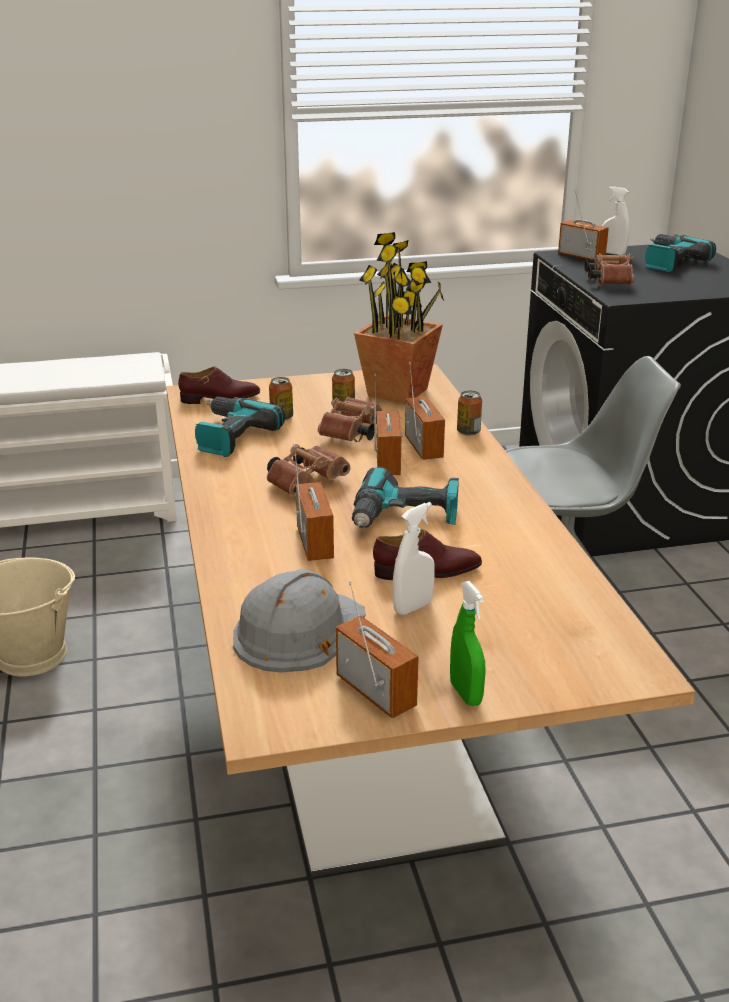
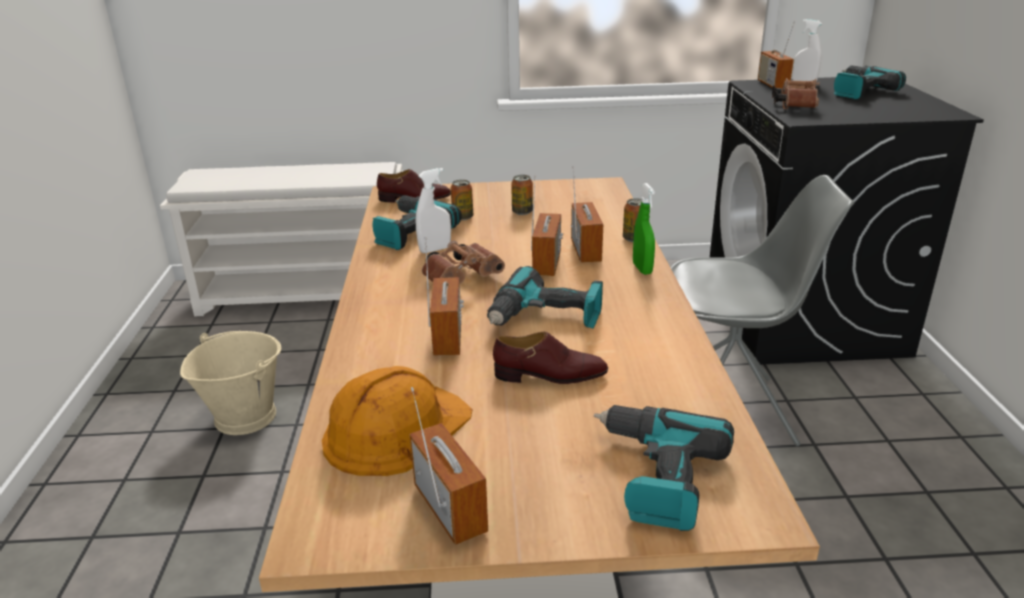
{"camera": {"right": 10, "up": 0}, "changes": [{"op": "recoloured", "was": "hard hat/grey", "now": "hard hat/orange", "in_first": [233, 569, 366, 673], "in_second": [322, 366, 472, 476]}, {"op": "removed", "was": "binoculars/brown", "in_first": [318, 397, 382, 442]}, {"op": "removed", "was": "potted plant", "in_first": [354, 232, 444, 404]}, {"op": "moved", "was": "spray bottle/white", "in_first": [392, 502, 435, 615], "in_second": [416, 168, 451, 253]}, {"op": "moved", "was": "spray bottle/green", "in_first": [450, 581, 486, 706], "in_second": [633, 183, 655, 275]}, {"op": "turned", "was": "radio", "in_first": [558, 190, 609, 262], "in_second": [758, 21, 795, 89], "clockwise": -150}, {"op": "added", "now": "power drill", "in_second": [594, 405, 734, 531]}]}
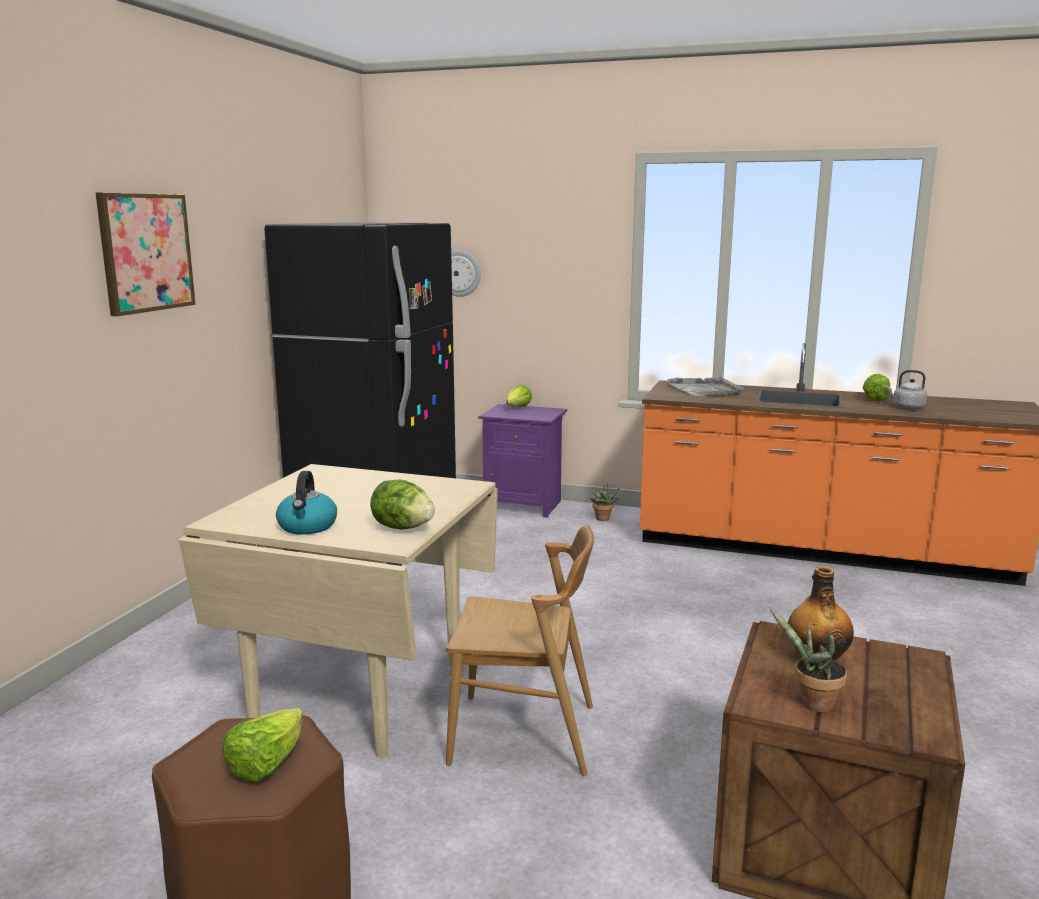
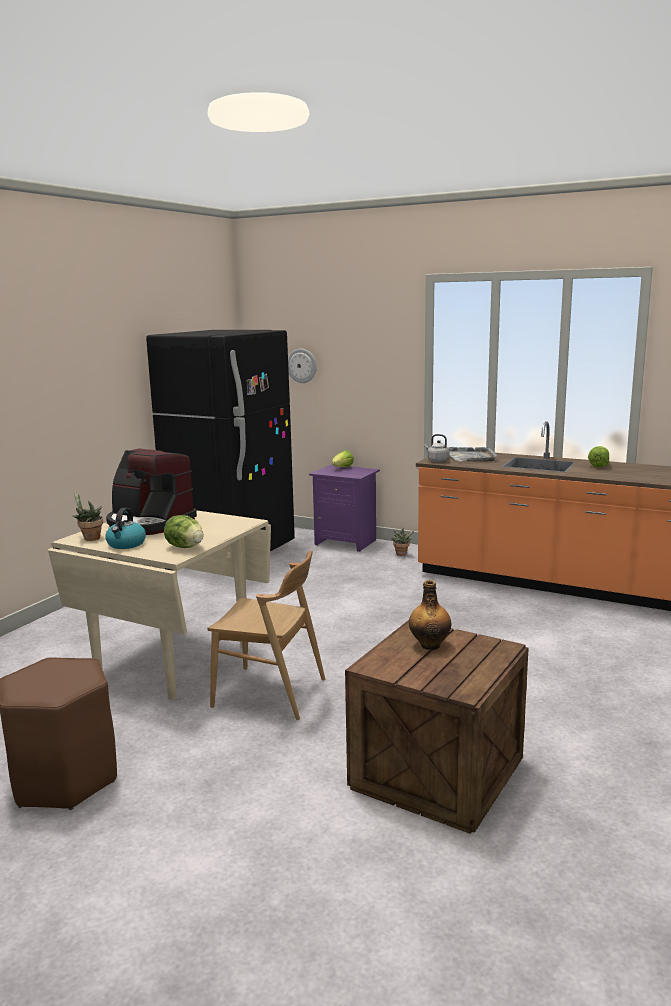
{"camera": {"right": 10, "up": 0}, "changes": [{"op": "removed", "was": "picture", "in_first": [95, 192, 196, 316]}, {"op": "removed", "was": "lettuce", "in_first": [222, 708, 303, 782]}, {"op": "moved", "was": "potted plant", "in_first": [769, 608, 847, 712], "in_second": [72, 490, 103, 541]}, {"op": "moved", "was": "kettle/grey", "in_first": [886, 370, 927, 409], "in_second": [424, 434, 450, 462]}, {"op": "added", "now": "coffee machine", "in_second": [106, 448, 197, 535]}]}
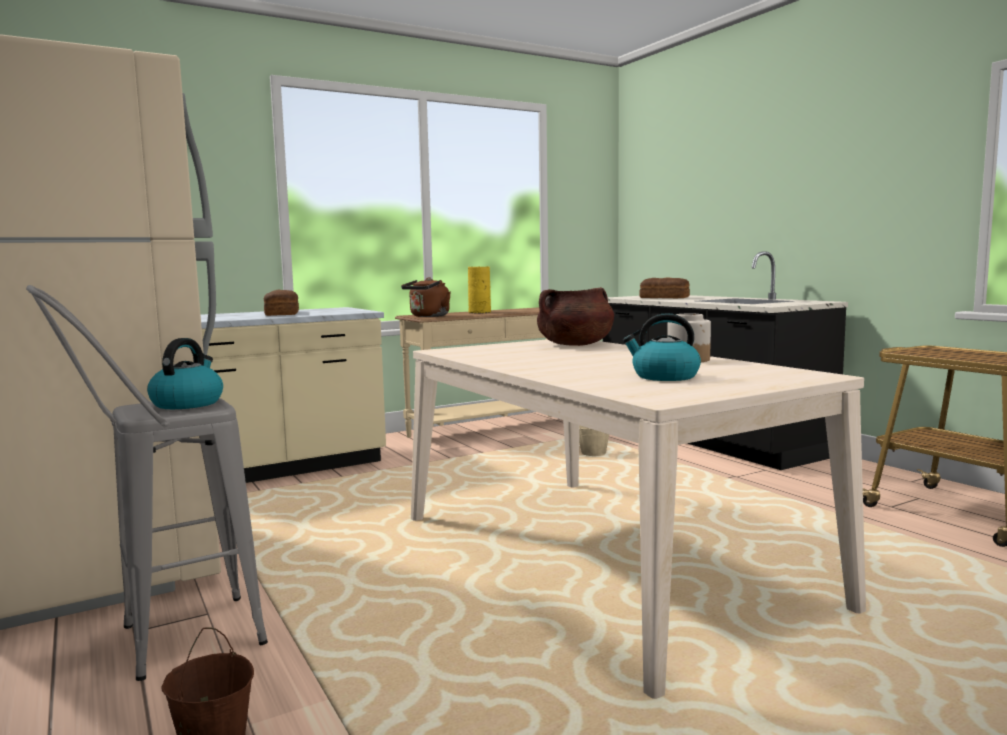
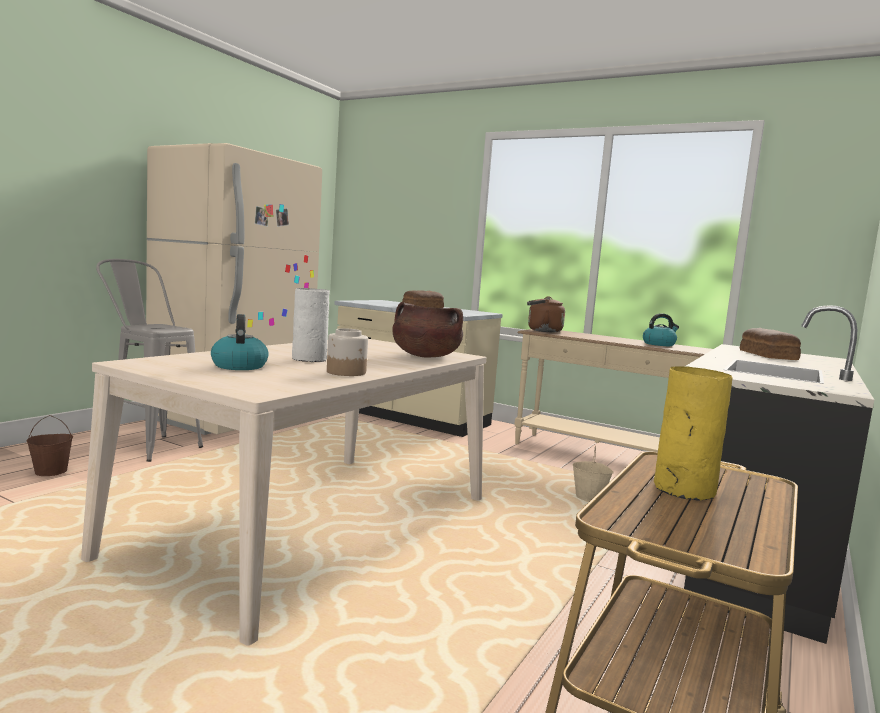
{"camera": {"right": 60, "up": 0}, "changes": [{"op": "moved", "was": "kettle", "in_first": [147, 338, 223, 409], "in_second": [643, 313, 679, 346]}, {"op": "moved", "was": "vase/yellow", "in_first": [468, 266, 491, 314], "in_second": [654, 366, 733, 501]}, {"op": "added", "now": "vase/white", "in_second": [292, 288, 330, 362]}]}
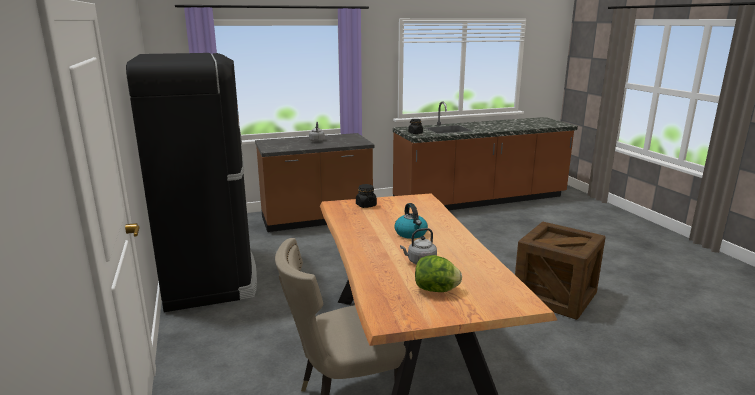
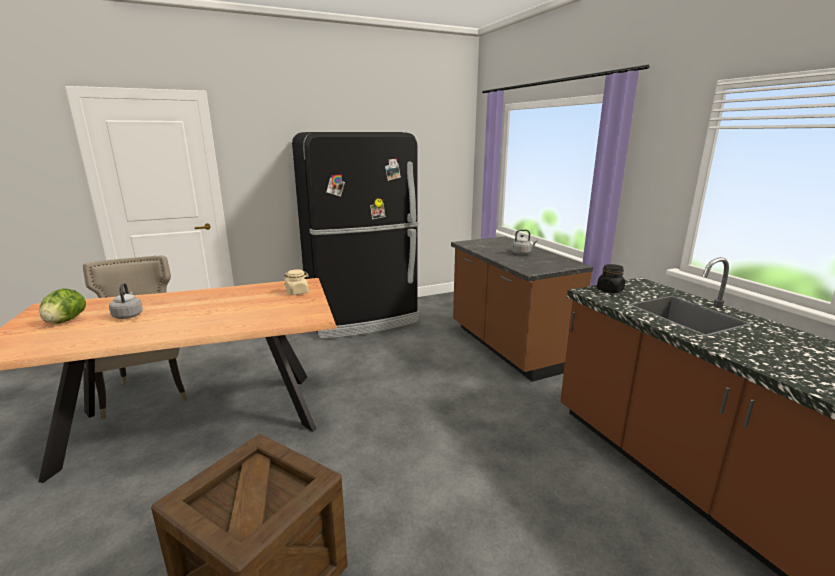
{"camera": {"right": 85, "up": 0}, "changes": [{"op": "recoloured", "was": "jar/black", "now": "jar/beige", "in_first": [356, 184, 377, 208], "in_second": [284, 269, 309, 295]}, {"op": "removed", "was": "kettle", "in_first": [394, 203, 428, 239]}]}
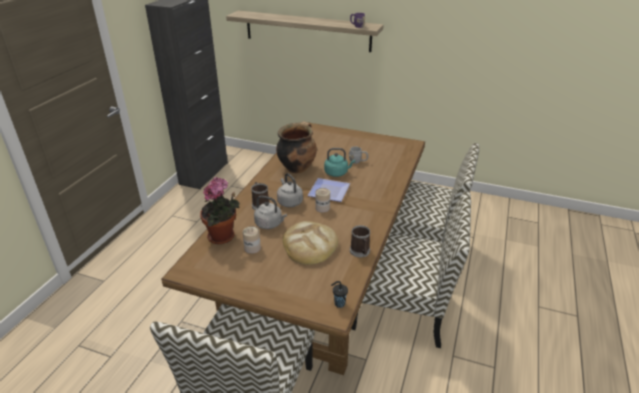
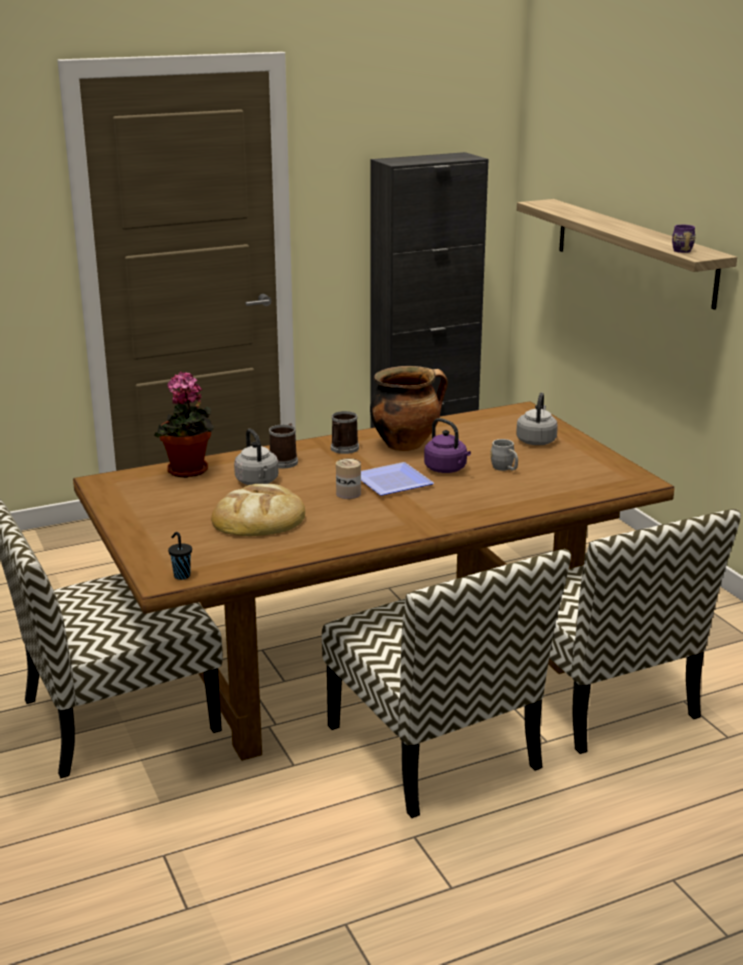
{"camera": {"right": 45, "up": -10}, "changes": [{"op": "removed", "was": "can", "in_first": [243, 226, 261, 254]}, {"op": "moved", "was": "kettle/grey", "in_first": [277, 173, 303, 207], "in_second": [516, 392, 558, 445]}, {"op": "recoloured", "was": "kettle/turquoise", "now": "kettle/purple", "in_first": [324, 148, 355, 177], "in_second": [424, 418, 471, 473]}, {"op": "moved", "was": "mug", "in_first": [350, 225, 370, 257], "in_second": [331, 411, 359, 454]}]}
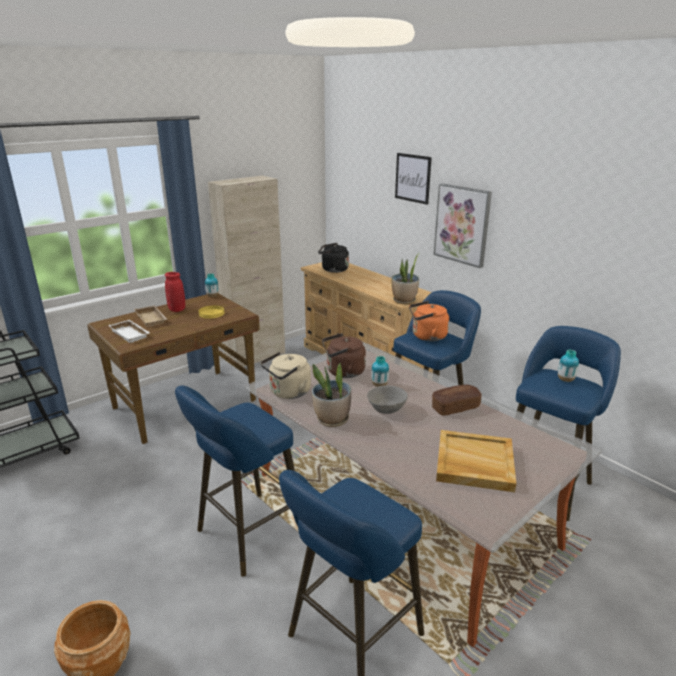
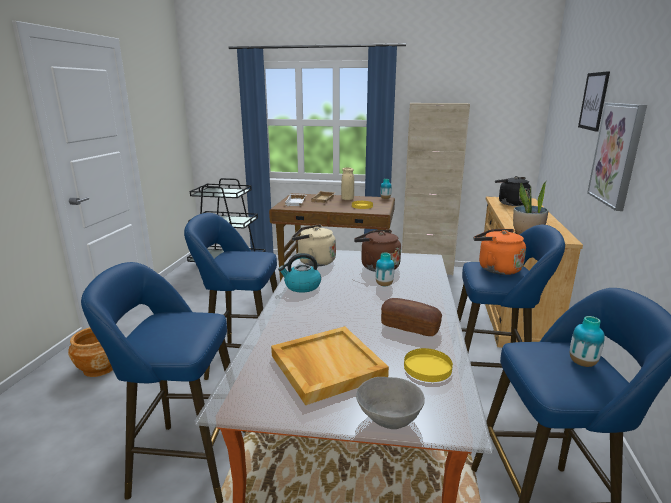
{"camera": {"right": 50, "up": -5}, "changes": [{"op": "recoloured", "was": "vase/red", "now": "vase/beige", "in_first": [165, 272, 185, 312], "in_second": [341, 167, 354, 200]}, {"op": "replaced", "was": "potted plant", "now": "kettle", "in_first": [312, 363, 351, 427], "in_second": [278, 253, 321, 293]}, {"op": "moved", "was": "bowl/grey", "in_first": [367, 385, 408, 414], "in_second": [356, 377, 425, 429]}, {"op": "added", "now": "plate/yellow", "in_second": [404, 348, 453, 382]}]}
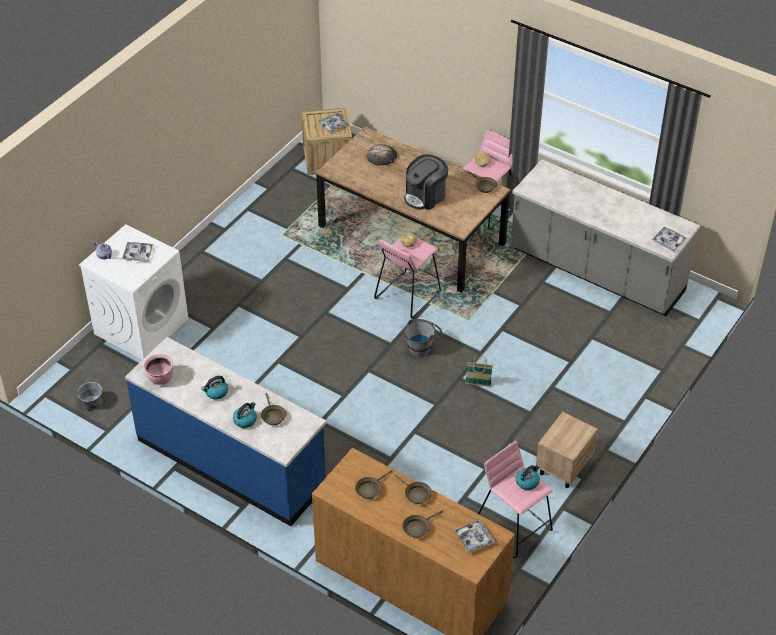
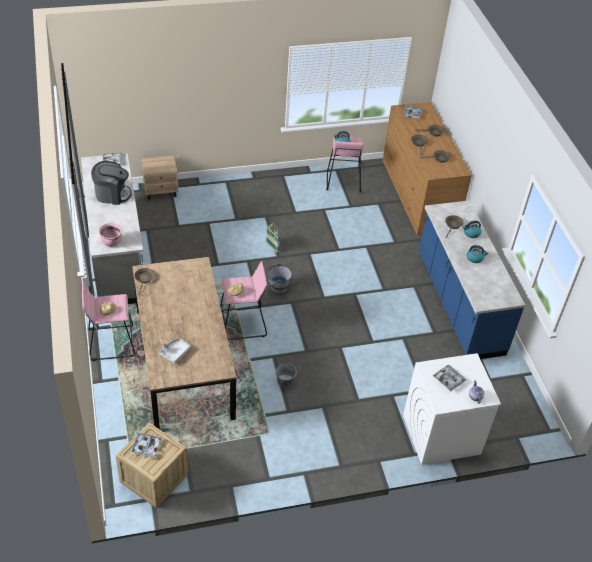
{"camera": {"right": -140, "up": 0}, "changes": [{"op": "moved", "was": "bucket/grey", "in_first": [78, 382, 102, 410], "in_second": [276, 364, 297, 387]}, {"op": "moved", "was": "cooking pot/pink", "in_first": [143, 354, 173, 385], "in_second": [99, 223, 122, 247]}, {"op": "replaced", "was": "bread", "now": "tray/grey", "in_first": [367, 144, 397, 165], "in_second": [159, 338, 191, 363]}, {"op": "moved", "was": "coffee machine", "in_first": [404, 154, 448, 210], "in_second": [91, 161, 132, 205]}, {"op": "moved", "was": "nightstand/beige", "in_first": [536, 412, 598, 488], "in_second": [141, 155, 179, 200]}]}
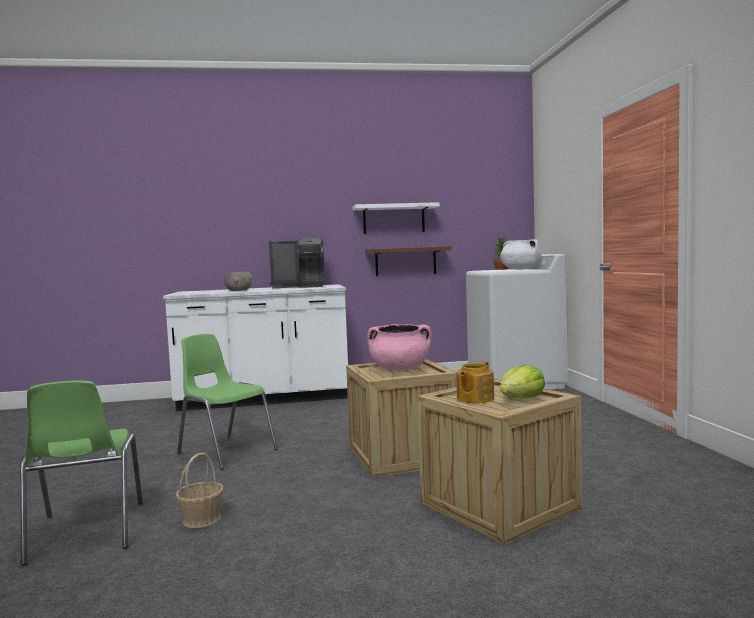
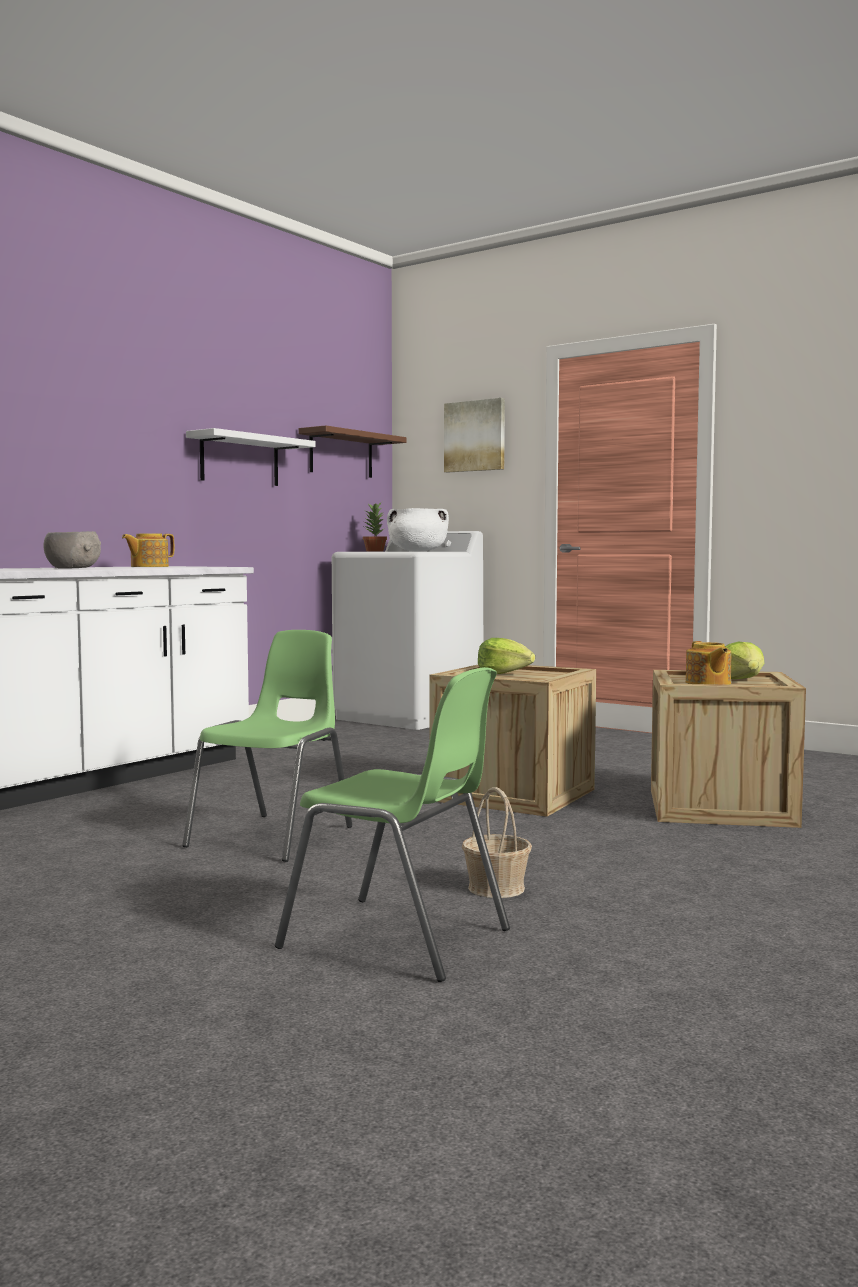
{"camera": {"right": -45, "up": 0}, "changes": [{"op": "turned", "was": "chair/green", "in_first": [177, 334, 278, 470], "in_second": [182, 630, 353, 862], "clockwise": 120}, {"op": "replaced", "was": "coffee machine", "now": "teapot", "in_first": [269, 238, 326, 288], "in_second": [122, 533, 174, 567]}, {"op": "moved", "was": "shelf/brown", "in_first": [365, 246, 451, 276], "in_second": [299, 425, 406, 478]}, {"op": "replaced", "was": "cooking pot/pink", "now": "lettuce", "in_first": [367, 324, 432, 370], "in_second": [478, 638, 535, 674]}, {"op": "added", "now": "picture", "in_second": [444, 398, 505, 473]}]}
